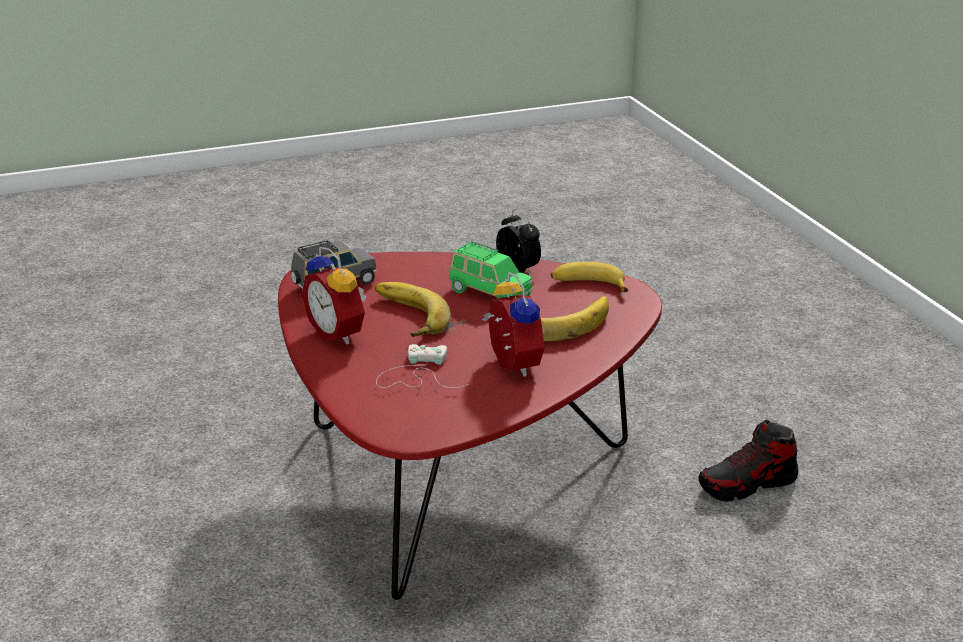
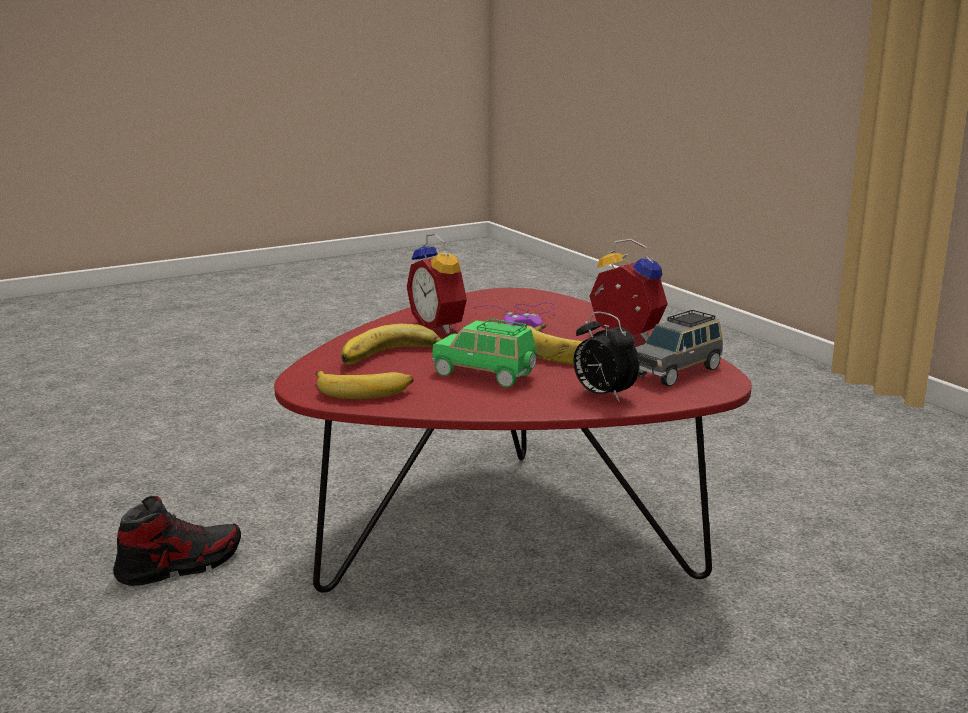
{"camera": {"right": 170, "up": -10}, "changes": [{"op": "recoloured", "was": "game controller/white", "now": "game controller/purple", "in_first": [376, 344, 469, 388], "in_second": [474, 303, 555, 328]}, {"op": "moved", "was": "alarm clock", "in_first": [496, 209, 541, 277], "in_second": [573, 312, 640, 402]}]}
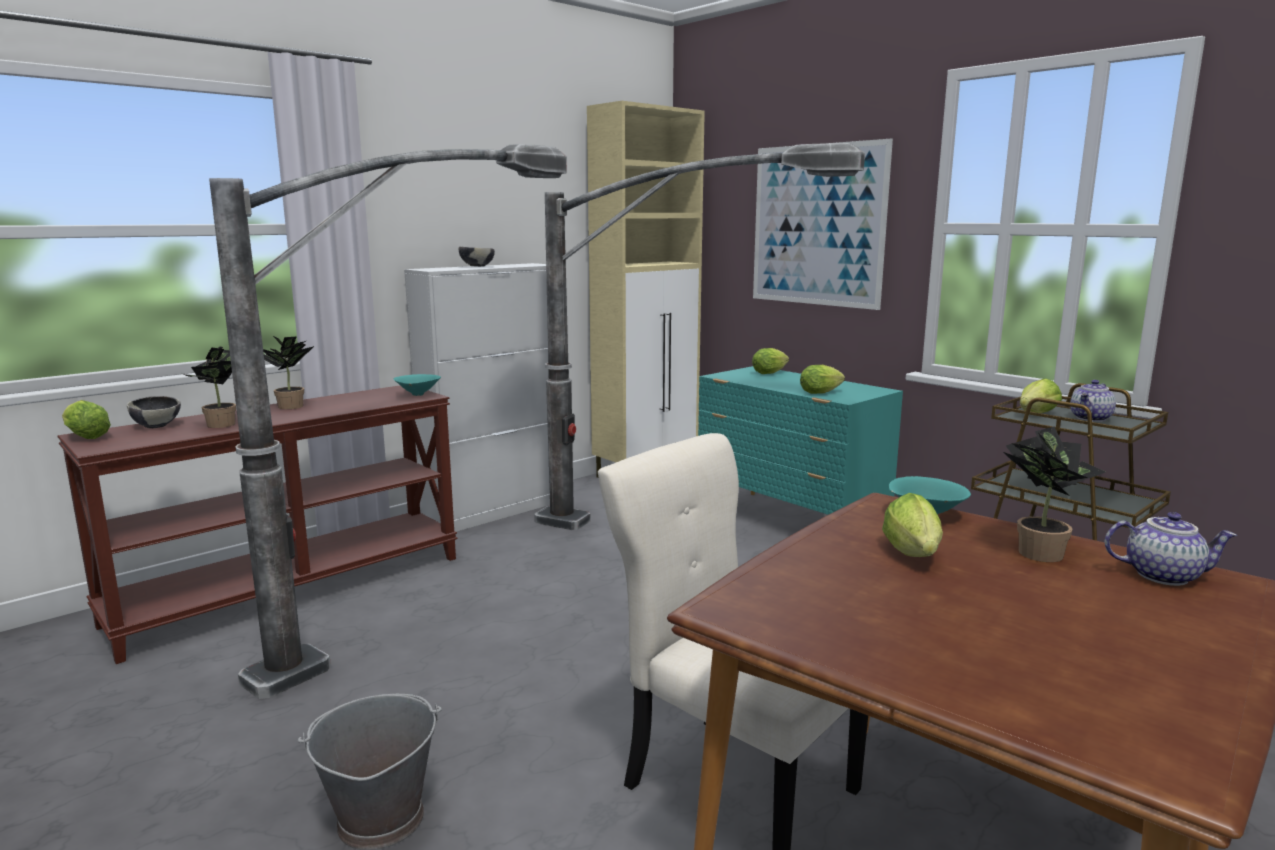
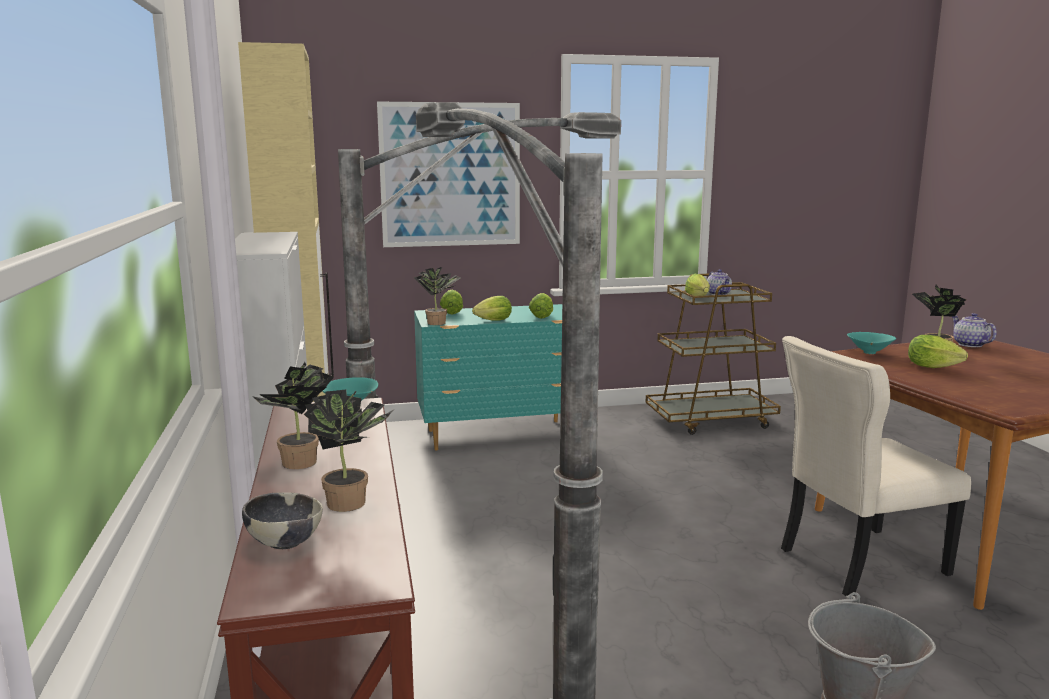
{"camera": {"right": -60, "up": 0}, "changes": [{"op": "moved", "was": "lettuce", "in_first": [62, 400, 111, 439], "in_second": [472, 296, 512, 321]}, {"op": "removed", "was": "bowl", "in_first": [459, 247, 495, 267]}, {"op": "turned", "was": "teapot", "in_first": [1105, 512, 1238, 586], "in_second": [952, 313, 997, 347], "clockwise": -60}, {"op": "added", "now": "potted plant", "in_second": [414, 267, 460, 325]}]}
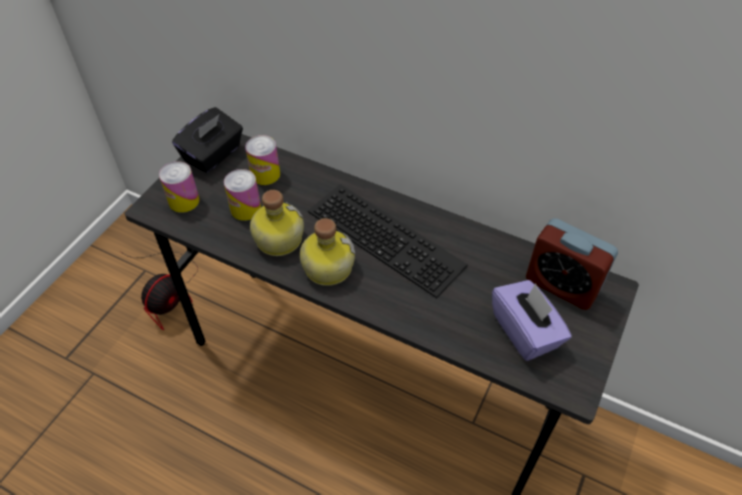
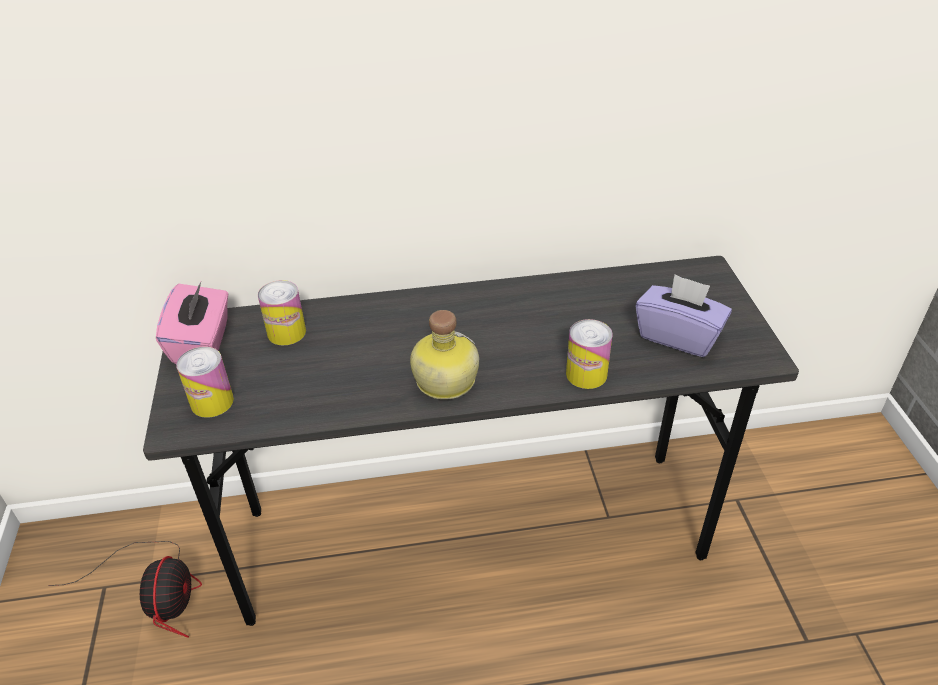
{"camera": {"right": -35, "up": -10}, "changes": [{"op": "recoloured", "was": "tissue box/black", "now": "tissue box/pink", "in_first": [172, 107, 243, 173], "in_second": [156, 282, 228, 364]}, {"op": "moved", "was": "can", "in_first": [224, 169, 261, 221], "in_second": [566, 319, 613, 389]}, {"op": "removed", "was": "bottle", "in_first": [250, 190, 304, 256]}, {"op": "removed", "was": "keyboard", "in_first": [308, 184, 468, 298]}, {"op": "removed", "was": "alarm clock", "in_first": [526, 218, 618, 310]}]}
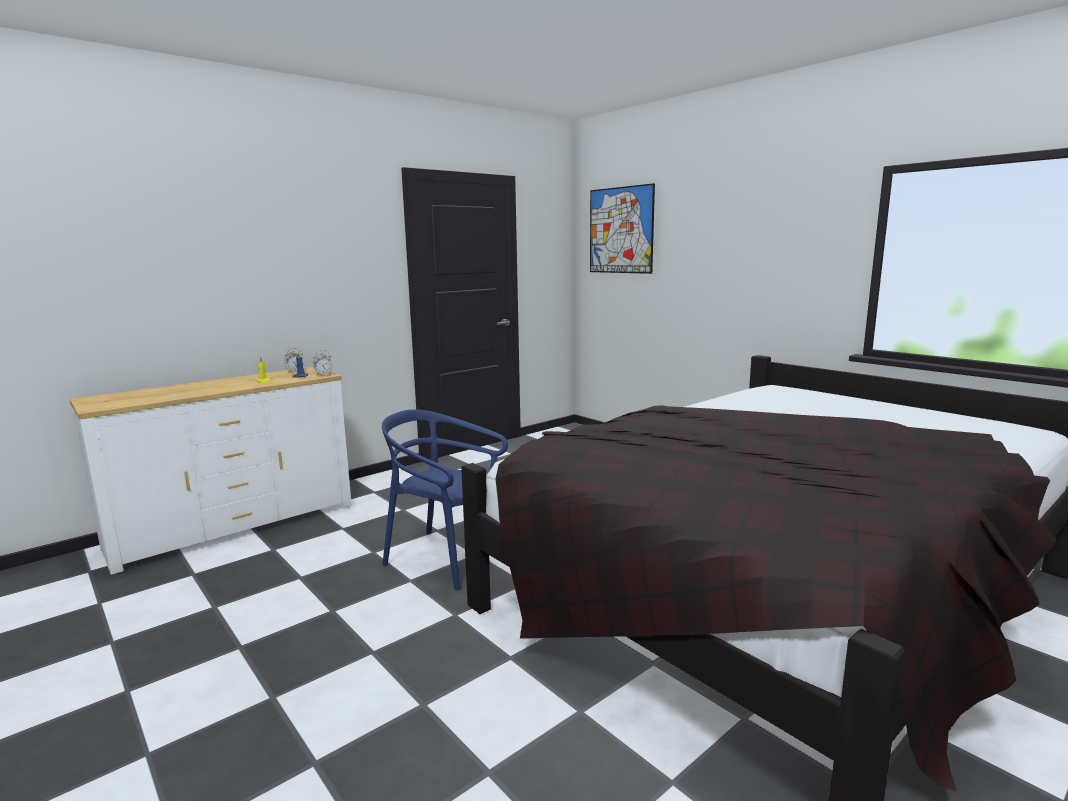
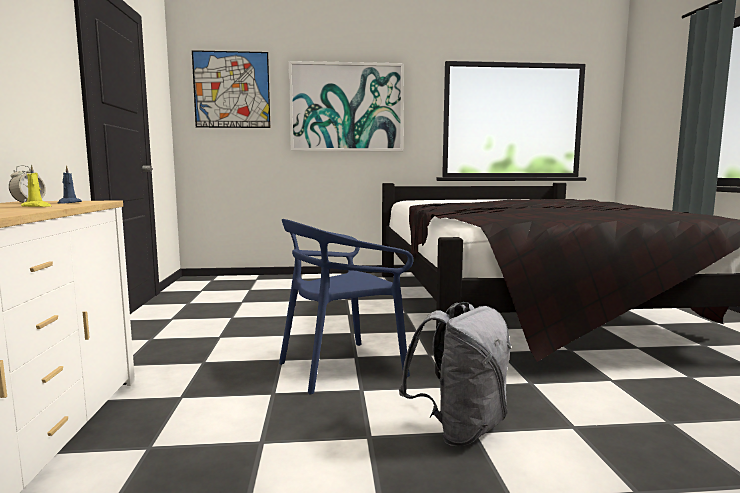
{"camera": {"right": -55, "up": -5}, "changes": [{"op": "removed", "was": "alarm clock", "in_first": [313, 350, 333, 375]}, {"op": "added", "now": "picture", "in_second": [289, 61, 404, 151]}, {"op": "added", "now": "backpack/grey", "in_second": [399, 302, 511, 446]}]}
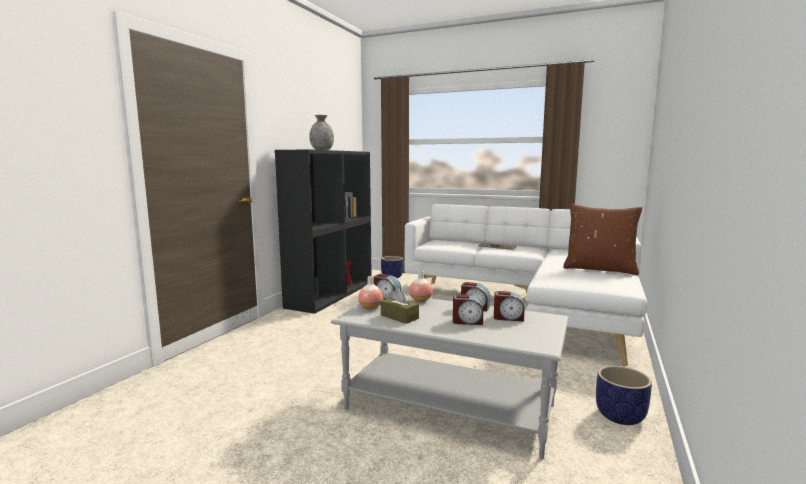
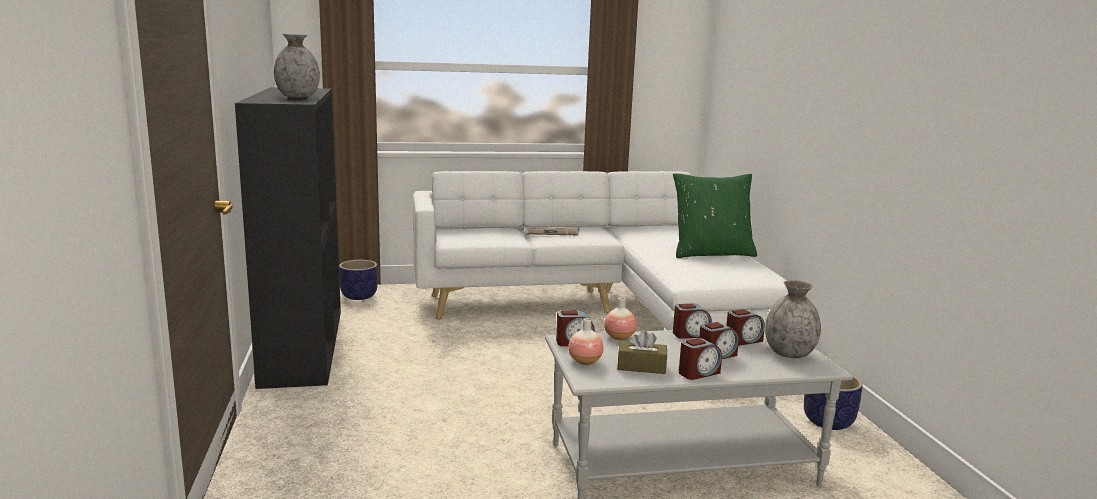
{"camera": {"right": -35, "up": 5}, "changes": [{"op": "recoloured", "was": "pillow/brown", "now": "pillow/green", "in_first": [563, 204, 642, 275], "in_second": [673, 173, 757, 258]}, {"op": "added", "now": "alarm clock", "in_second": [679, 338, 722, 380]}, {"op": "added", "now": "vase/grey", "in_second": [765, 280, 821, 358]}]}
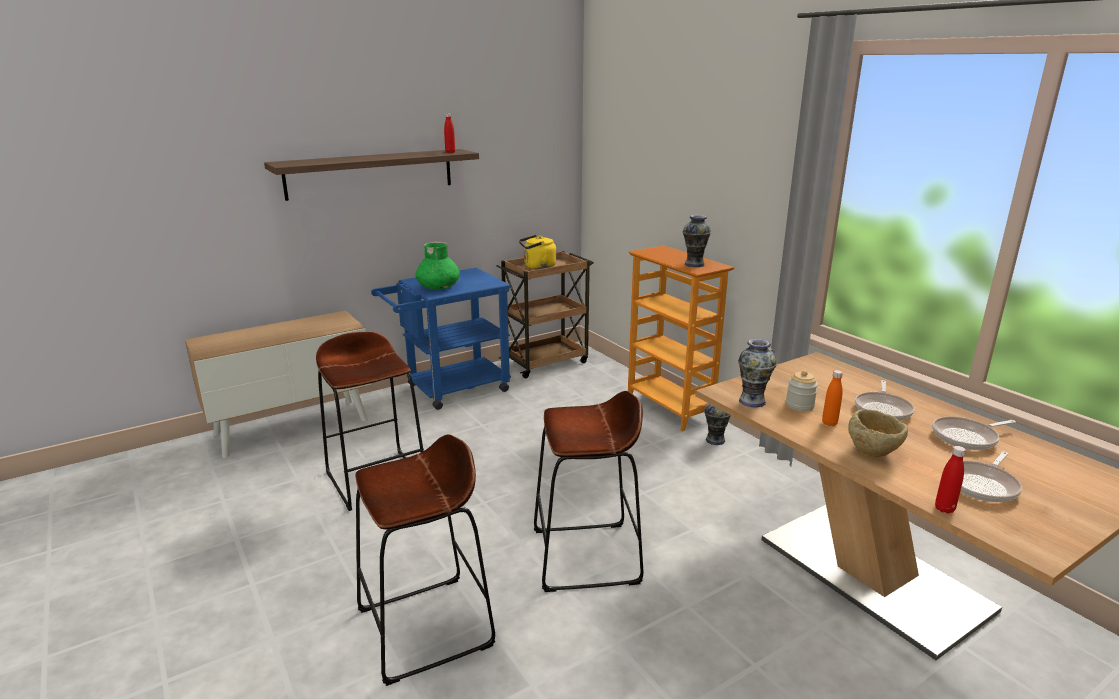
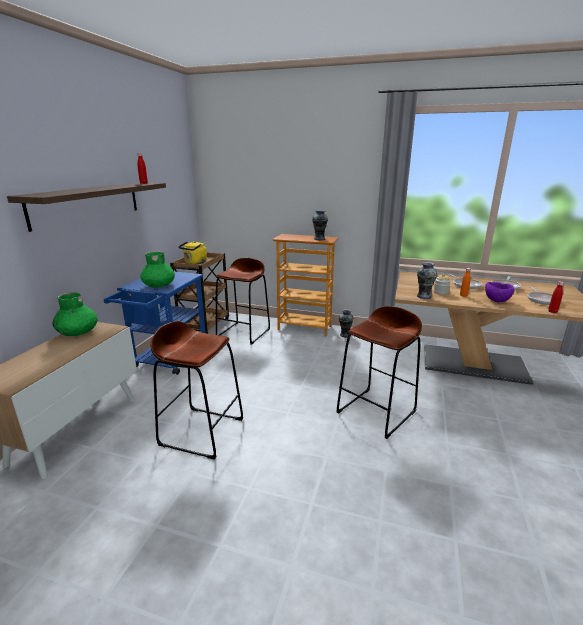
{"camera": {"right": -40, "up": 0}, "changes": [{"op": "moved", "was": "stool/brown", "in_first": [355, 434, 495, 686], "in_second": [216, 258, 270, 345]}, {"op": "recoloured", "was": "bowl/beige", "now": "bowl/purple", "in_first": [848, 409, 908, 457], "in_second": [485, 282, 514, 302]}, {"op": "added", "now": "vase/green", "in_second": [53, 292, 98, 336]}]}
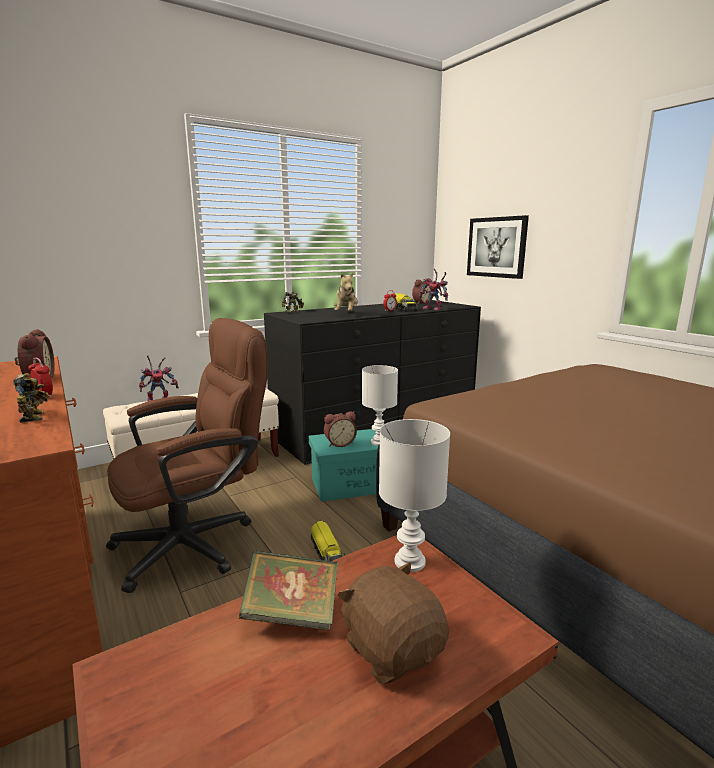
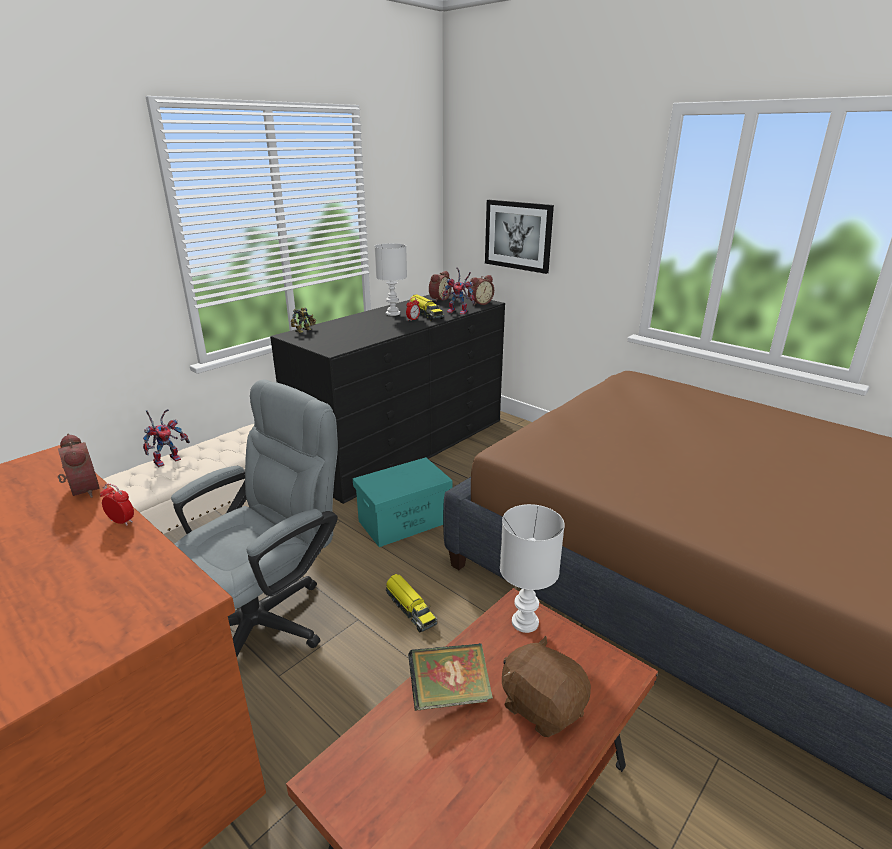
{"camera": {"right": -15, "up": 10}, "changes": [{"op": "removed", "was": "toy robot", "in_first": [13, 373, 50, 423]}, {"op": "recoloured", "was": "office chair/brown", "now": "office chair/grey", "in_first": [106, 318, 268, 593], "in_second": [171, 379, 338, 657]}, {"op": "moved", "was": "alarm clock", "in_first": [324, 411, 357, 447], "in_second": [468, 275, 494, 305]}, {"op": "removed", "was": "plush toy", "in_first": [334, 272, 358, 311]}, {"op": "moved", "was": "table lamp/white", "in_first": [362, 365, 398, 446], "in_second": [374, 243, 407, 316]}]}
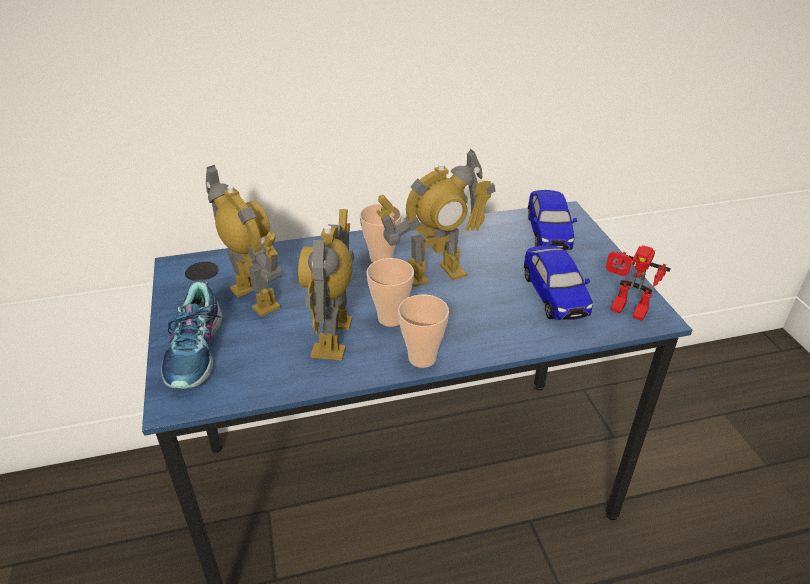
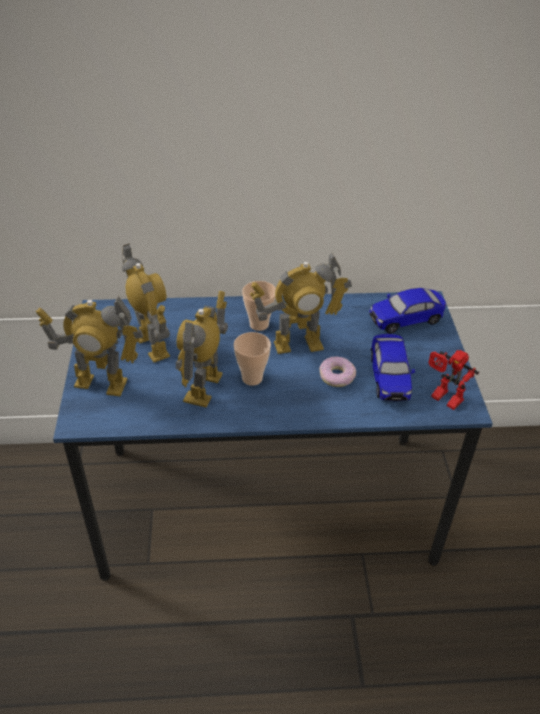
{"camera": {"right": 10, "up": 5}, "changes": [{"op": "replaced", "was": "shoe", "now": "toy robot", "in_first": [161, 281, 222, 389], "in_second": [36, 296, 143, 396]}, {"op": "removed", "was": "cup", "in_first": [398, 295, 449, 368]}, {"op": "turned", "was": "toy car", "in_first": [528, 190, 577, 250], "in_second": [369, 288, 446, 334], "clockwise": 60}, {"op": "added", "now": "donut", "in_second": [319, 356, 356, 387]}]}
